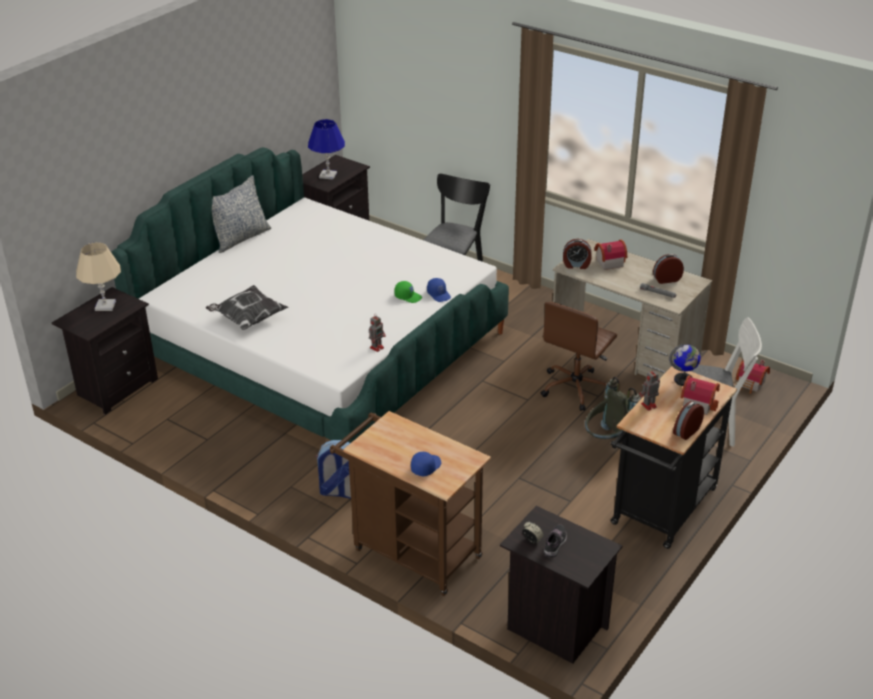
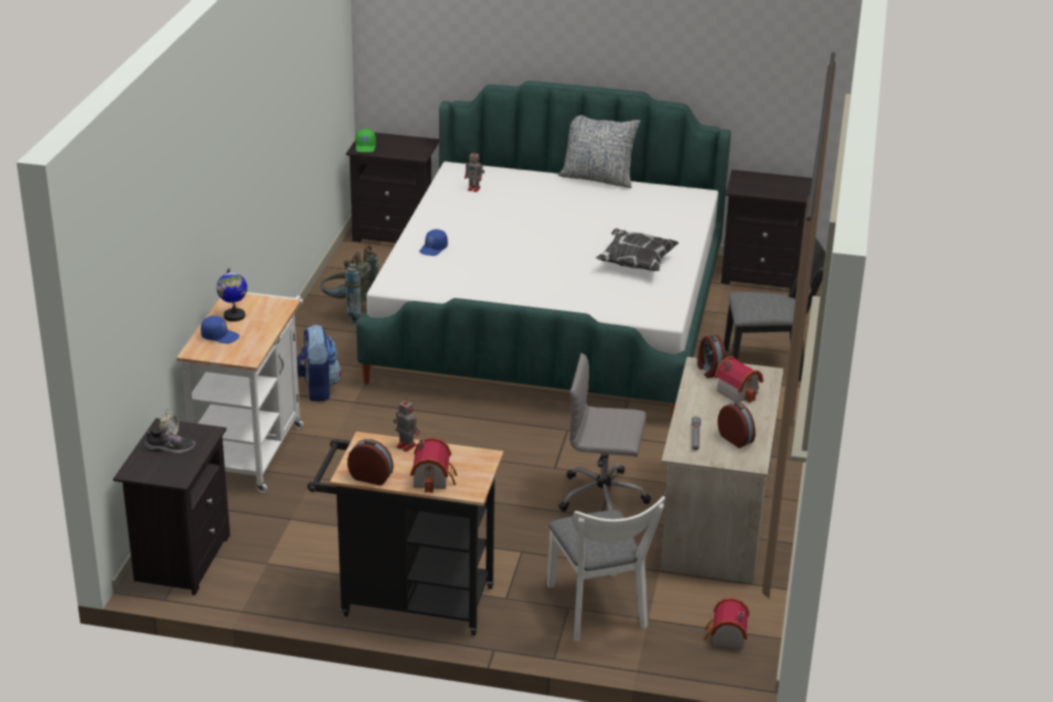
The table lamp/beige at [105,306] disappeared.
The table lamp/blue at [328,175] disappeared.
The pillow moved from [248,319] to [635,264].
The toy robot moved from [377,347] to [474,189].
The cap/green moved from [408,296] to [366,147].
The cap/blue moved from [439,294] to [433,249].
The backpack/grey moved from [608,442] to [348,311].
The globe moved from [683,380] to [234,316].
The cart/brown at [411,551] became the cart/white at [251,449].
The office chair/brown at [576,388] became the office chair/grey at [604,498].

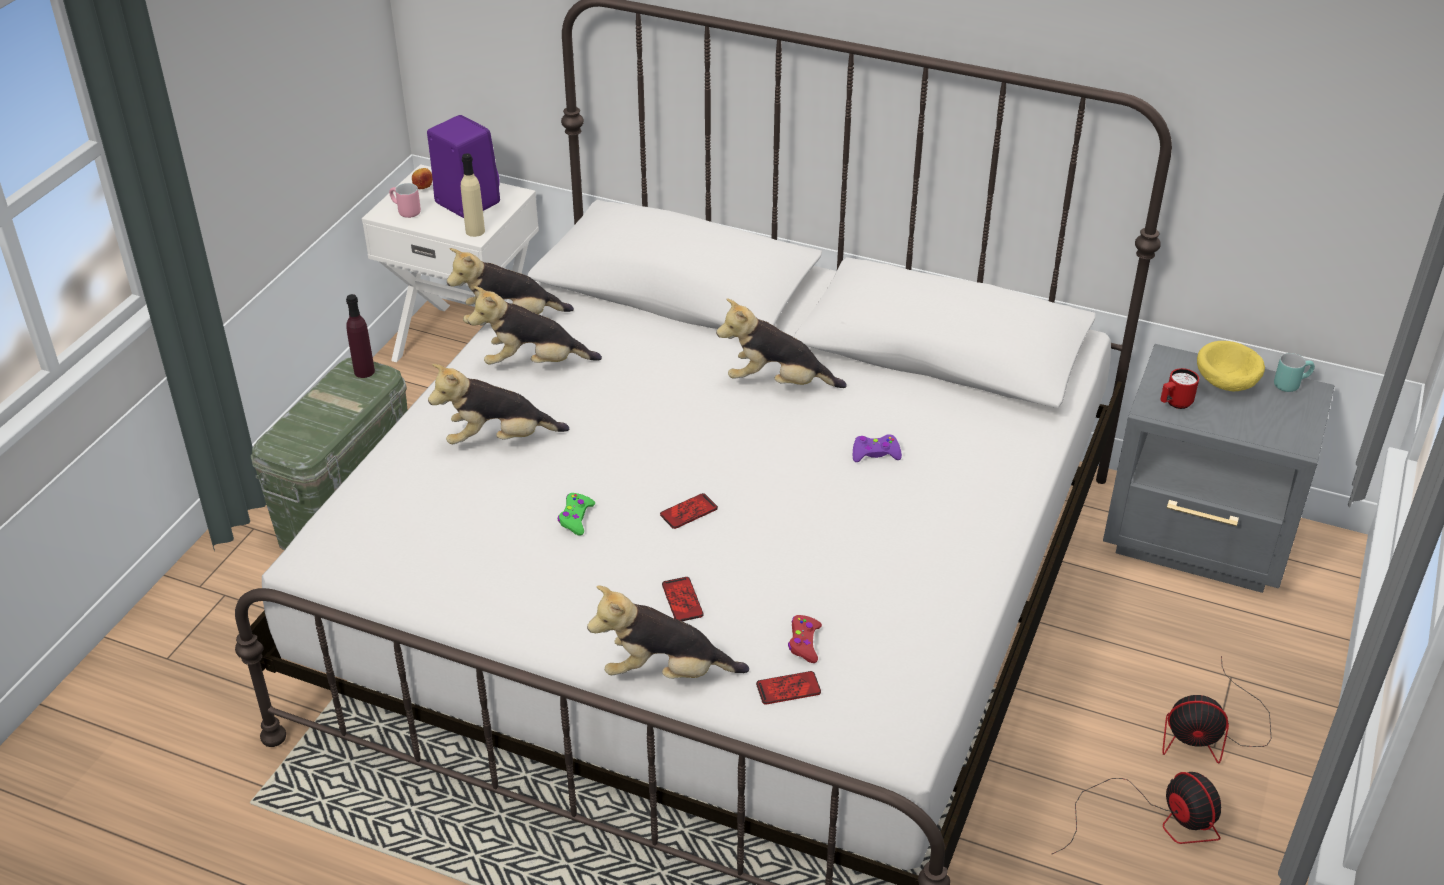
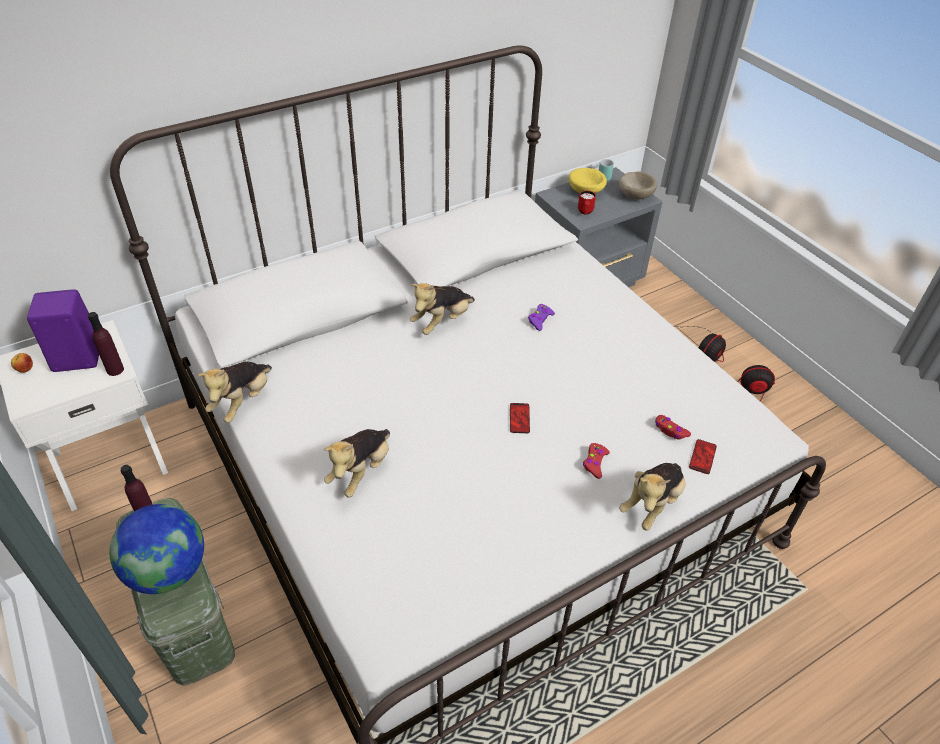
The mug/pink at [404,212] disappeared.
The plush toy at [534,364] disappeared.
The game controller/green at [576,518] disappeared.
The globe at [168,571] appeared.
The bowl/beige at [635,195] appeared.
The phone at [682,600] was replaced by the game controller/red at [595,463].
The bottle/beige at [475,231] became the bottle/purple at [115,370].

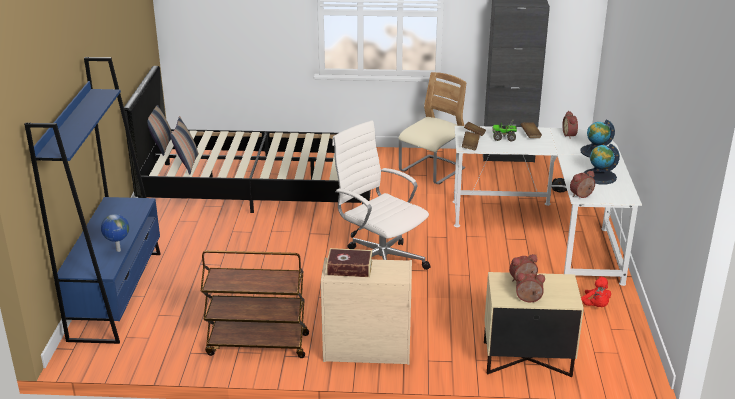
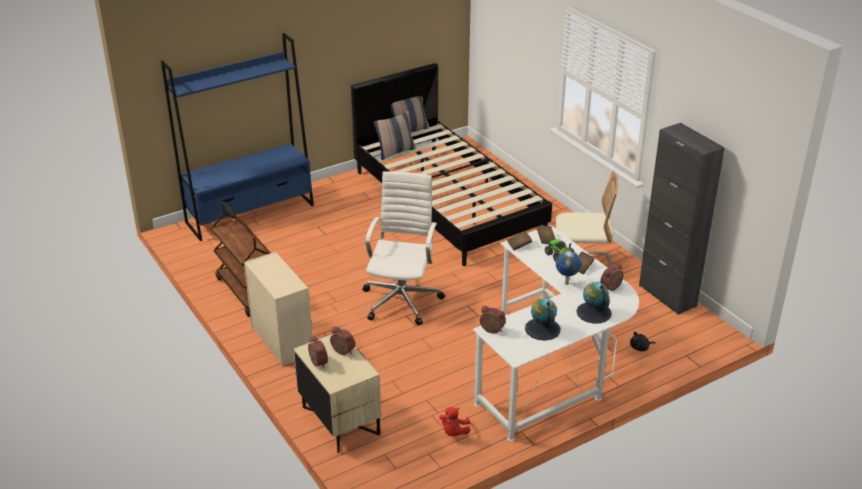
The book at [349,268] disappeared.
The globe moved from [118,250] to [566,283].

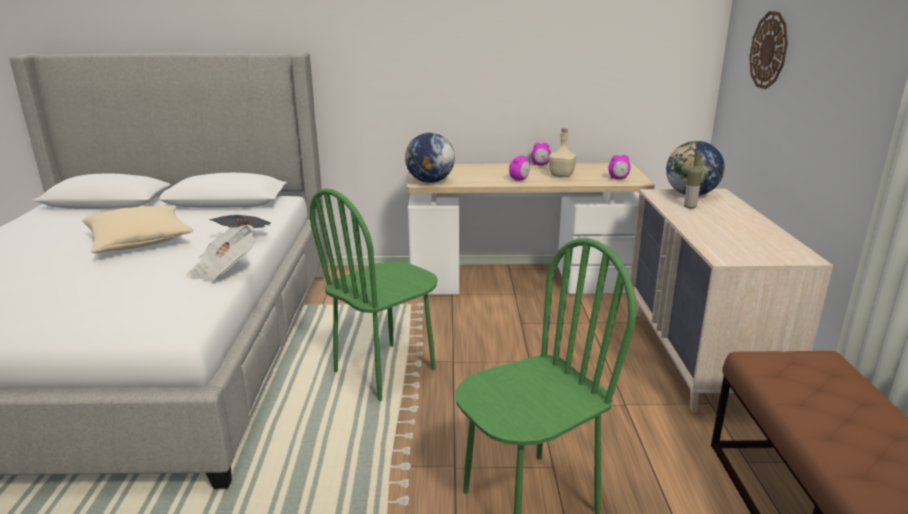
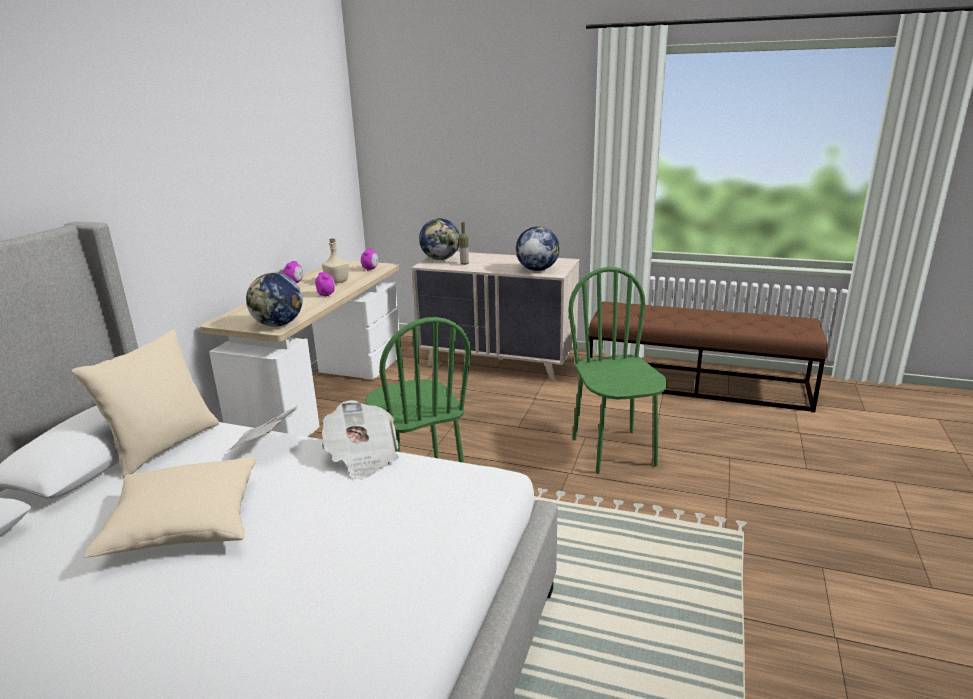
The wall clock at [769,50] disappeared.
The pillow/beige at [163,446] appeared.
The globe at [537,269] appeared.

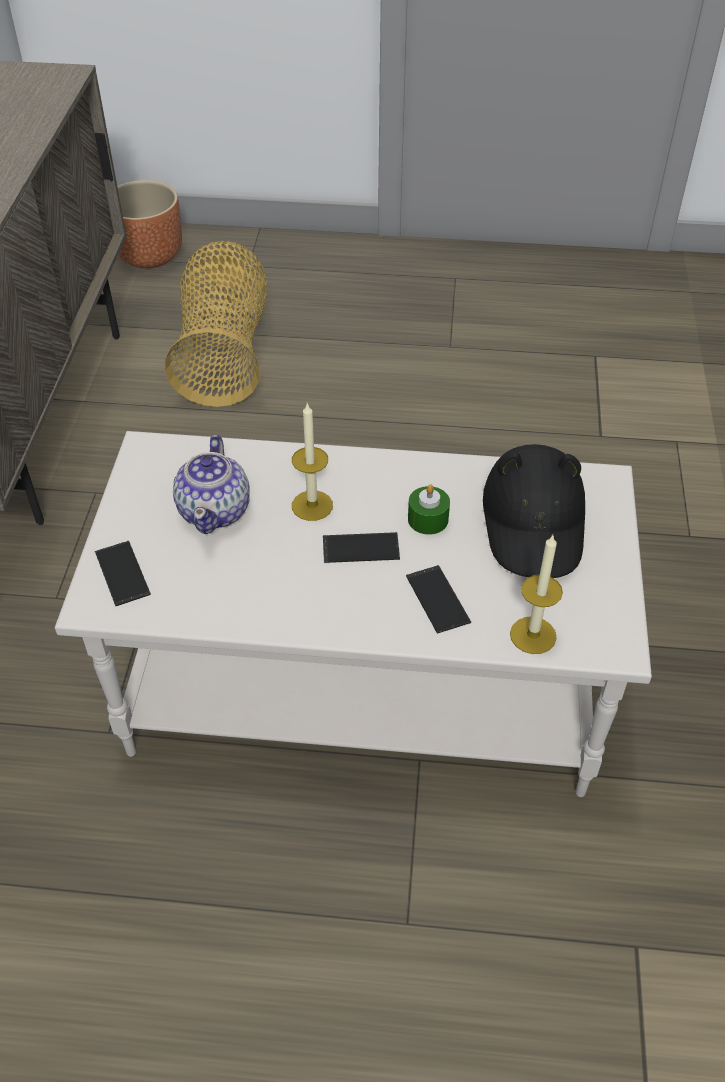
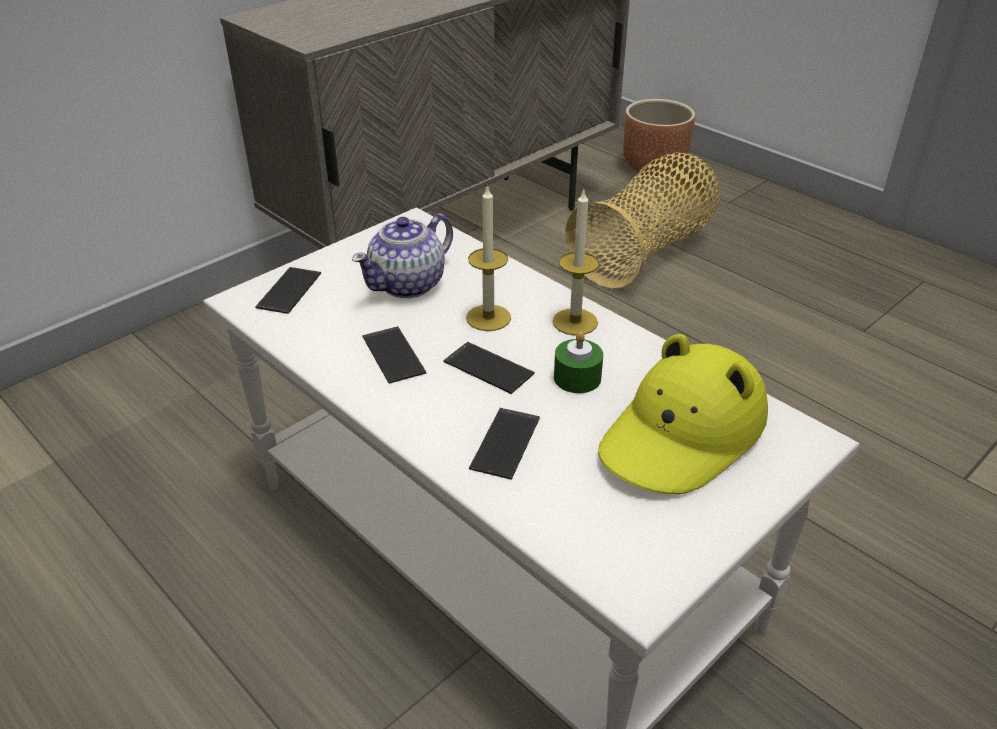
The phone at [393,355] appeared.
The candle moved from [533,635] to [575,322].
The hat/black at [535,522] became the hat/yellow at [683,434].

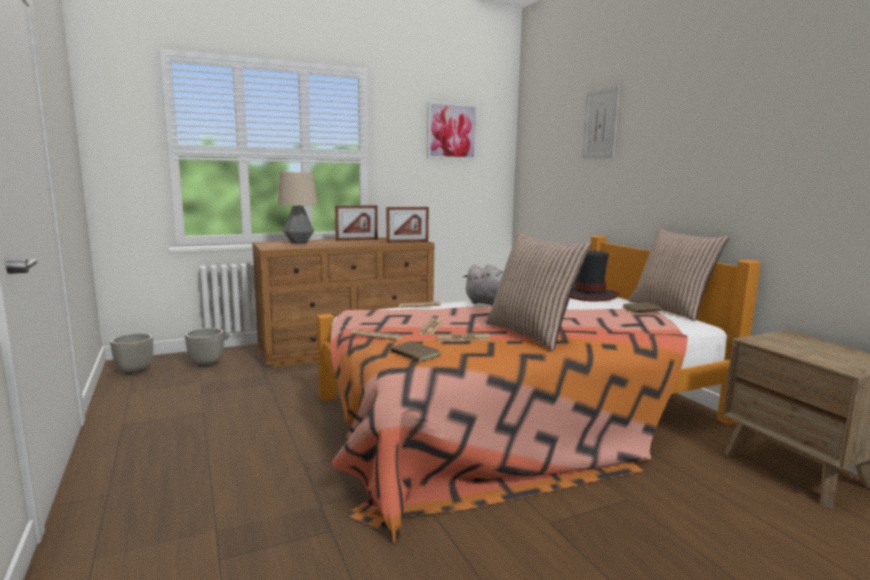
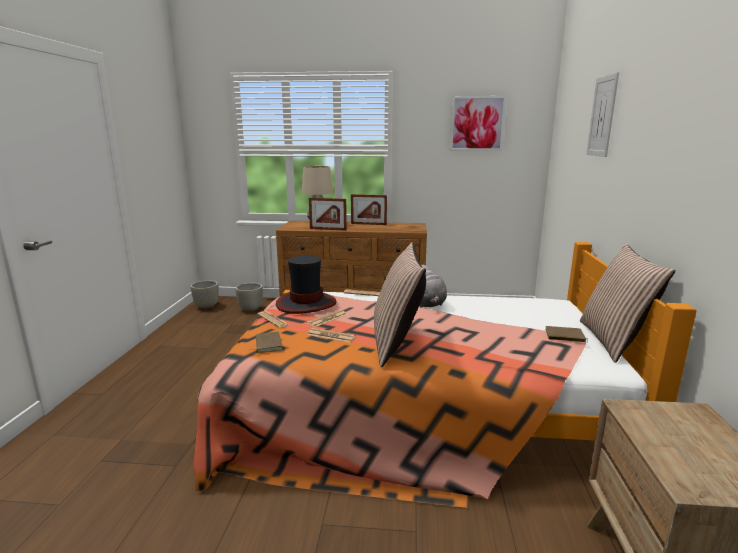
The picture frame moved from [407,242] to [328,229].
The hat moved from [589,295] to [306,303].

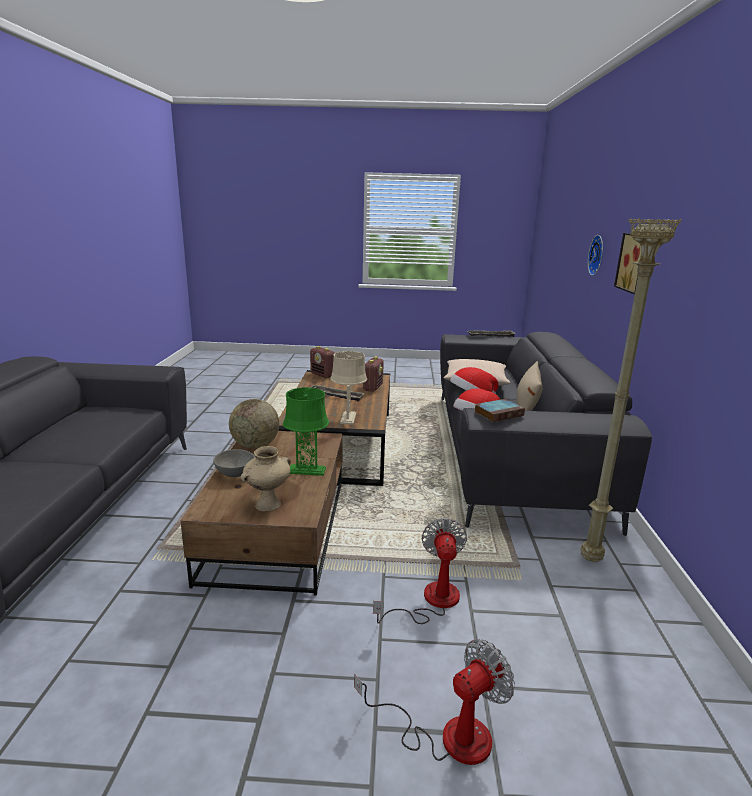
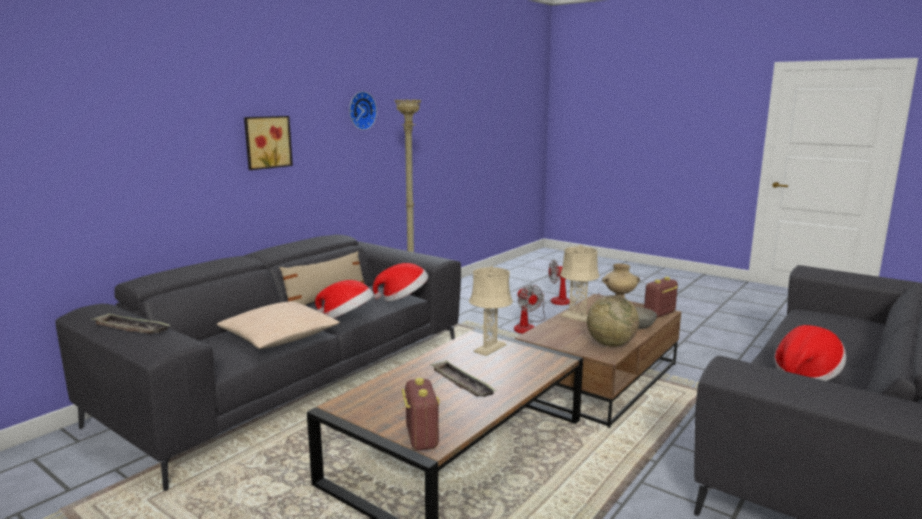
The book at [499,413] disappeared.
The hat at [805,374] appeared.
The radio moved from [372,387] to [659,314].
The wall clock moved from [598,255] to [361,110].
The table lamp/green at [307,470] became the table lamp/beige at [577,317].
The fan at [431,601] turned 60 degrees counterclockwise.

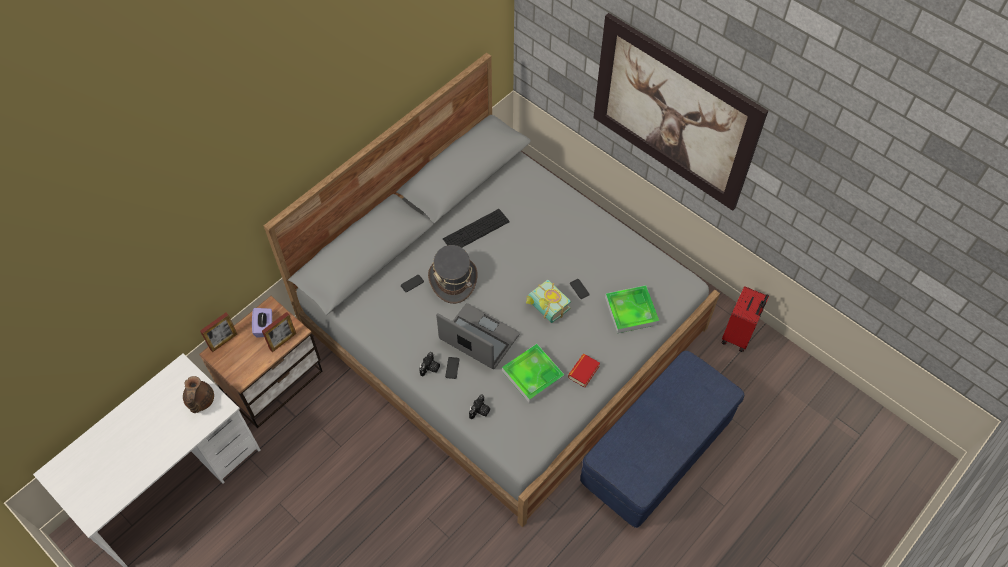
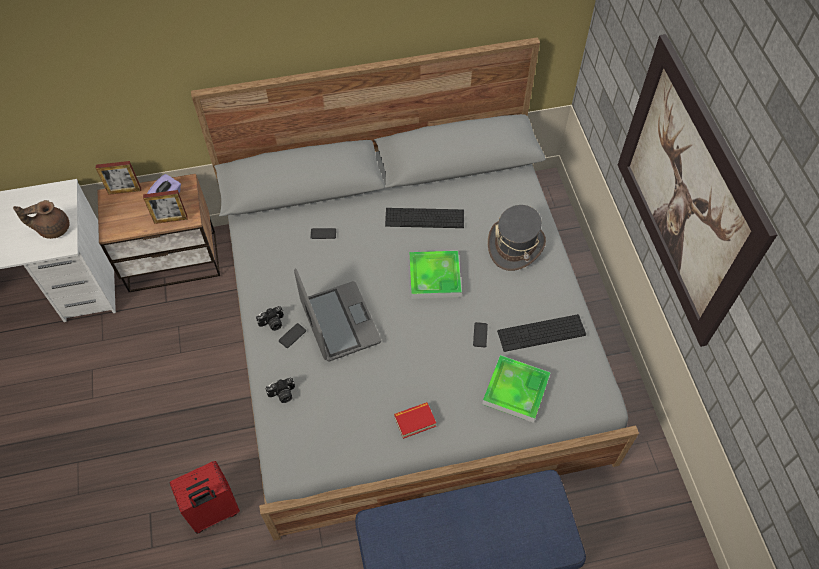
The book at [545,309] disappeared.
The keyboard at [541,333] appeared.
The hat/grey moved from [453,280] to [516,245].
The tray moved from [533,375] to [434,277].
The suitcase/red moved from [739,335] to [214,512].
The teapot/brown at [200,401] turned 45 degrees clockwise.

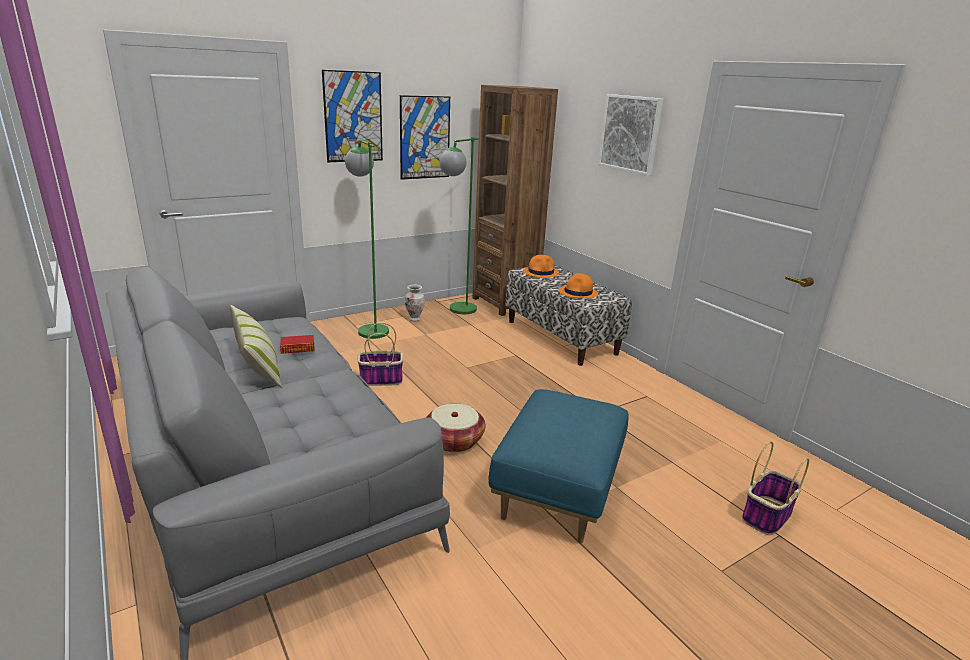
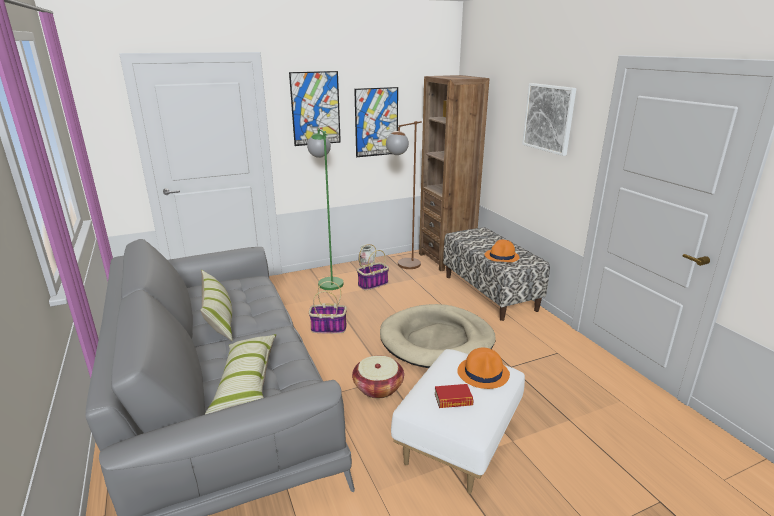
The pillow at [246,381] appeared.
The dog bed/beige at [437,340] appeared.
The book moved from [297,348] to [453,400].
The hat/orange moved from [541,272] to [483,373].
The basket moved from [766,515] to [373,284].
The floor lamp/green at [457,312] became the floor lamp/brown at [404,267].
The ottoman/blue at [558,493] became the ottoman/white at [459,443].

